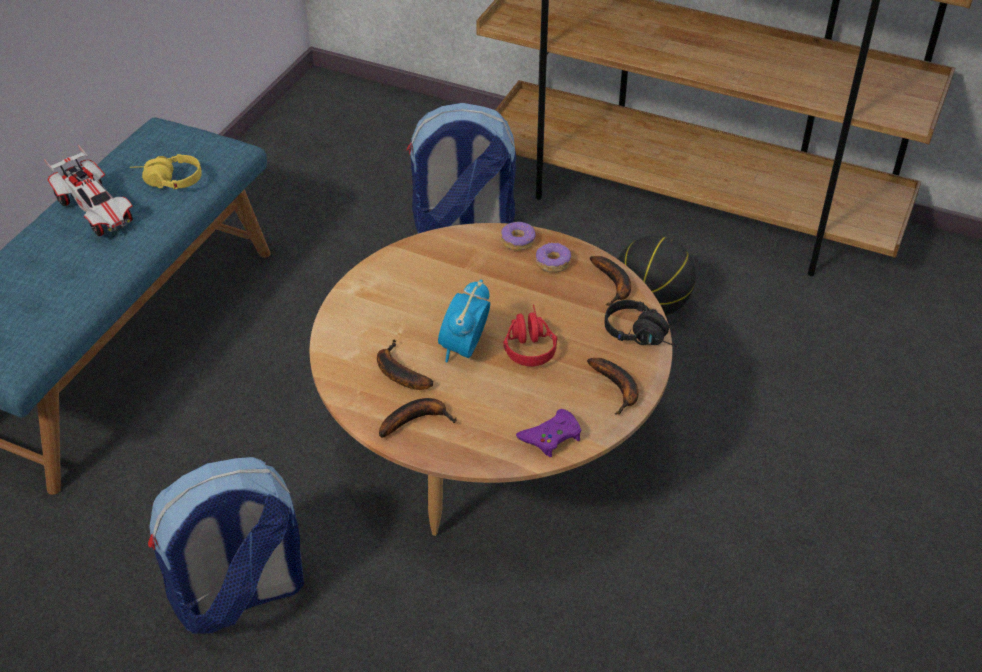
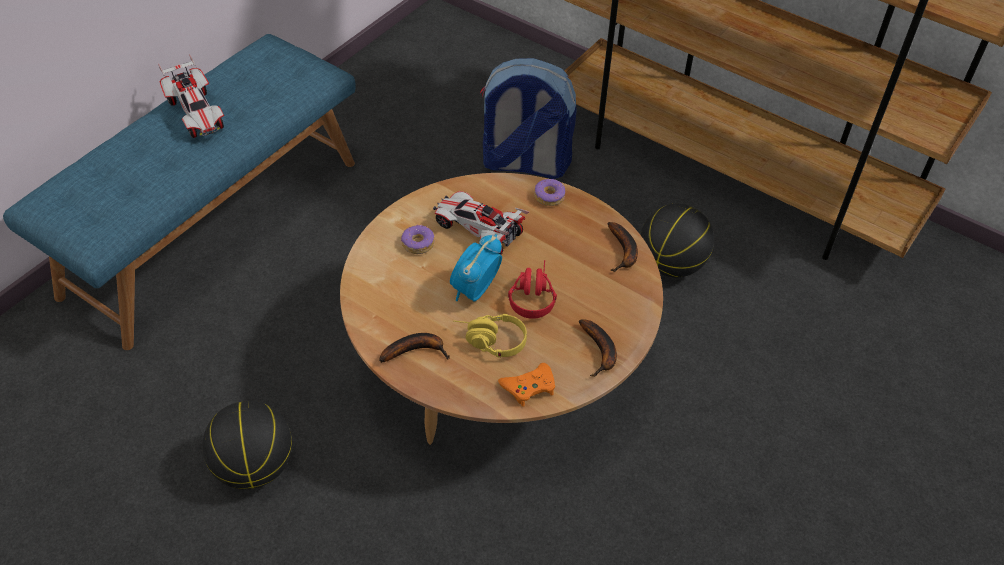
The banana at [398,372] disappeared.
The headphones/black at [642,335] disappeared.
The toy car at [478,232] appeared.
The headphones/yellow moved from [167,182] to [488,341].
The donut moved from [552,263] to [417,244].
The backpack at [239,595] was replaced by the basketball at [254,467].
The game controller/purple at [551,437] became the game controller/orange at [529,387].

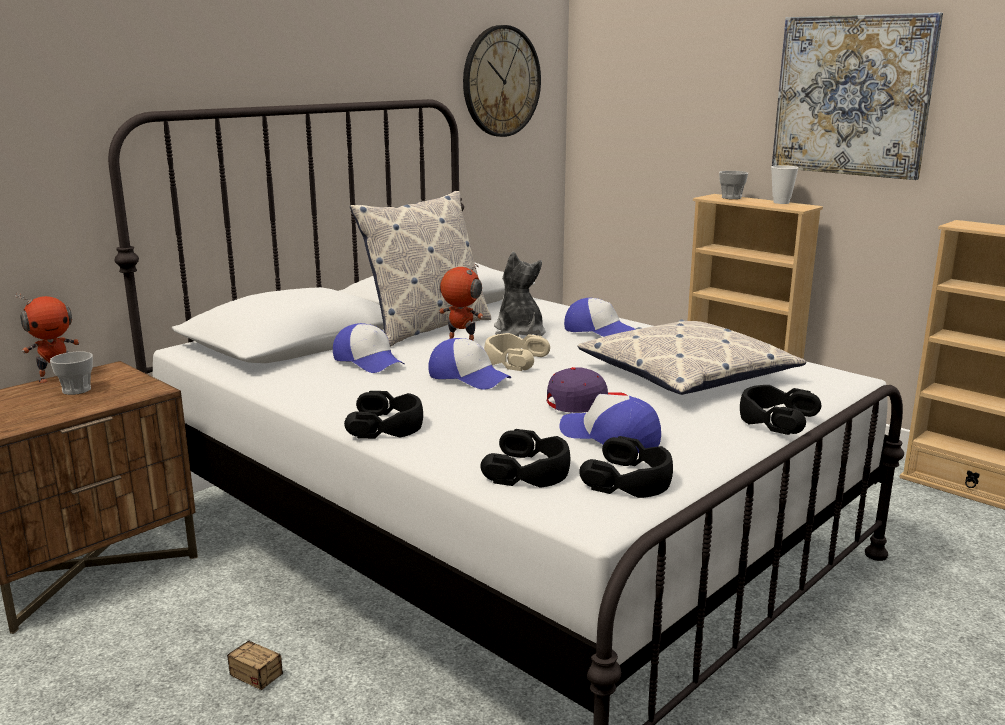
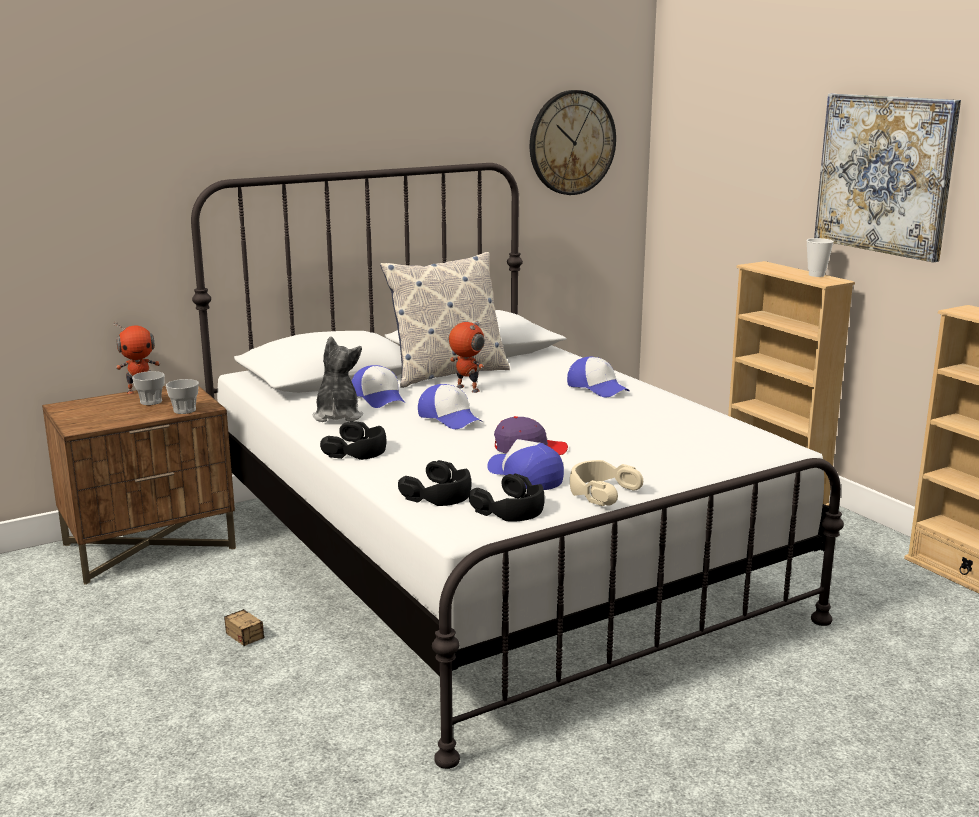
The pillow at [686,374] disappeared.
The headphones/black at [775,419] disappeared.
The headphones/beige moved from [513,360] to [601,491].
The plush toy moved from [519,333] to [337,416].
The cup moved from [731,197] to [184,410].

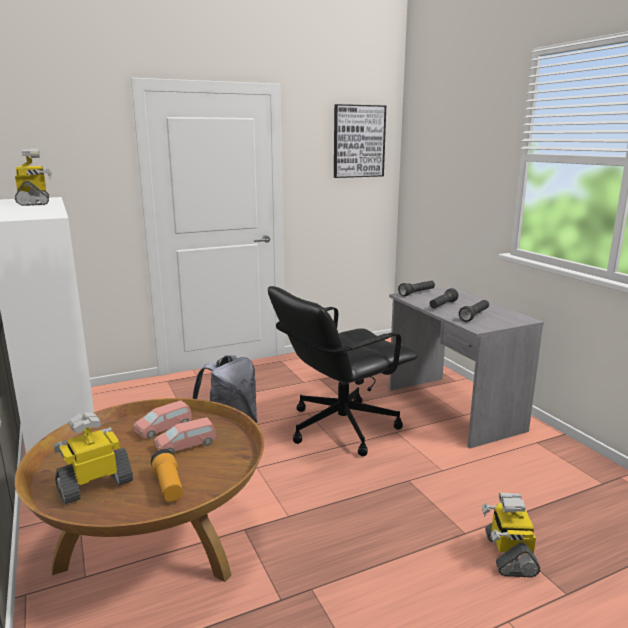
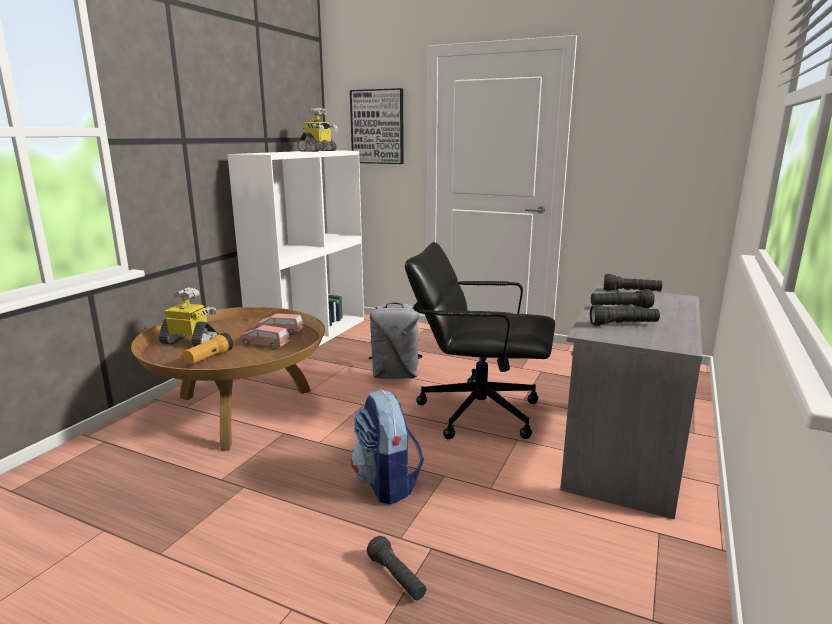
The backpack at [387,484] appeared.
The picture moved from [358,141] to [377,127].
The toy robot at [508,554] was replaced by the flashlight/black at [397,578].

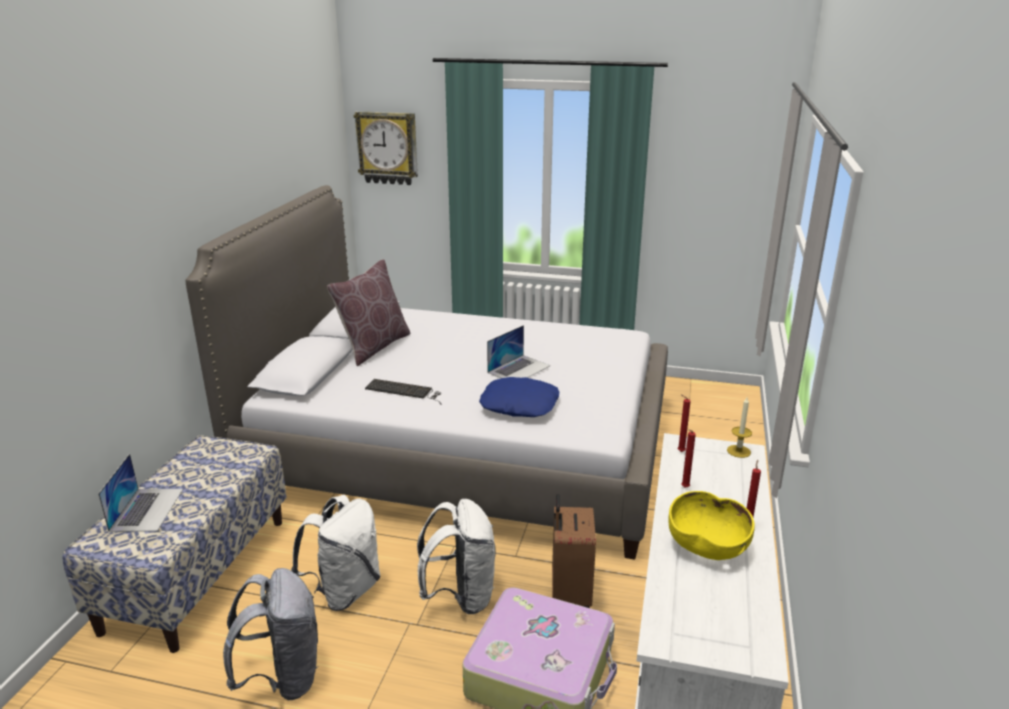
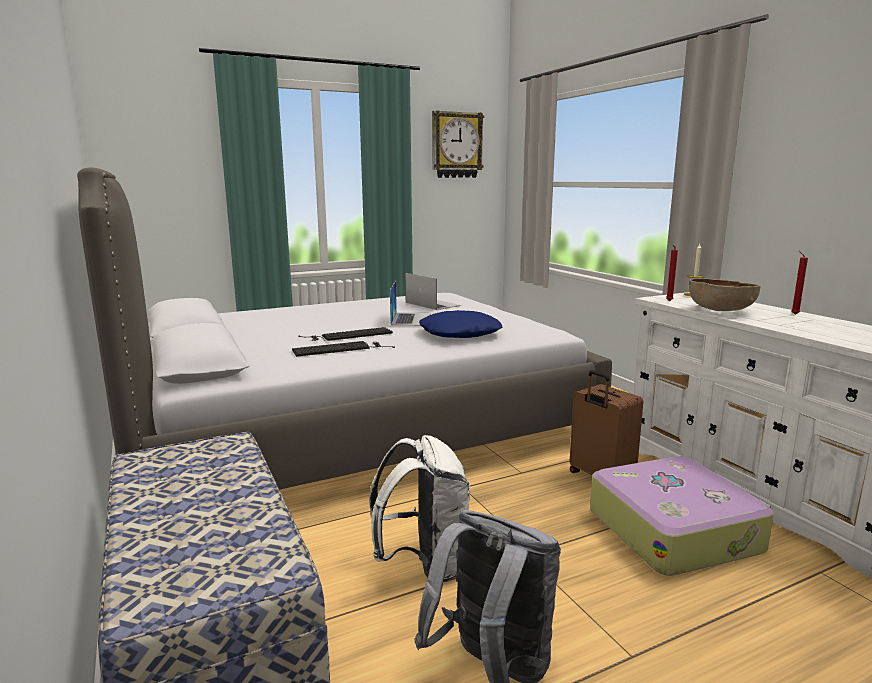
The pillow/brown at [373,347] disappeared.
The backpack/white at [460,596] disappeared.
The bowl/yellow at [707,546] disappeared.
The keyboard at [348,335] appeared.
The laptop moved from [147,509] to [432,304].
The wall clock moved from [387,148] to [456,145].
The candle/red at [684,488] was replaced by the bowl/brown at [719,311].

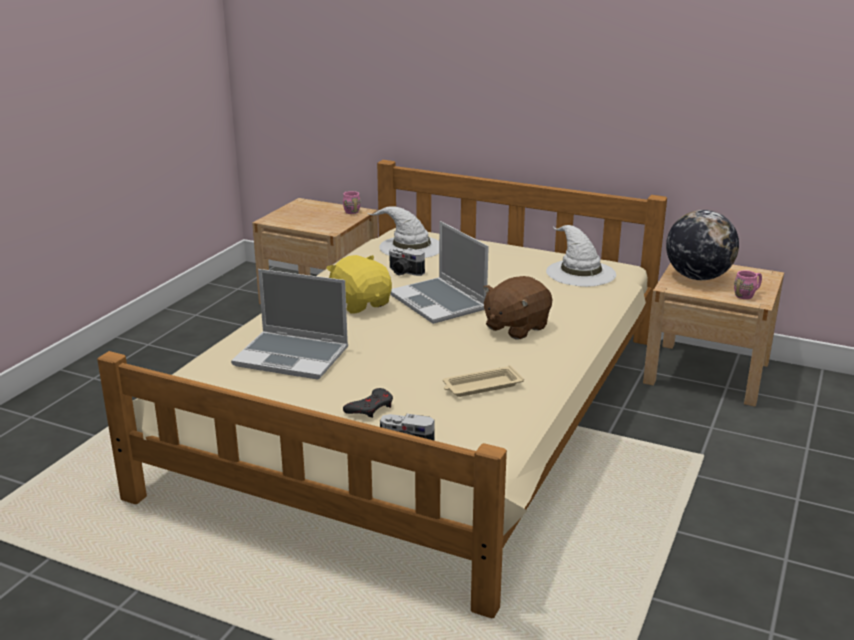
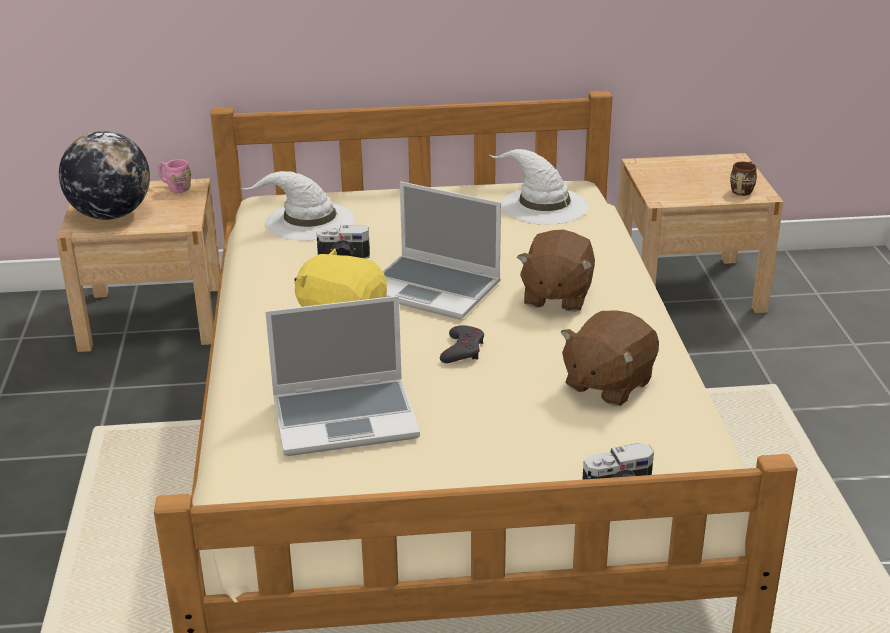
The game controller/grey moved from [370,408] to [463,350].
The globe moved from [697,277] to [111,215].
The tray/beige at [481,386] was replaced by the plush toy/brown at [607,384].
The mug/pink at [747,295] became the mug/brown at [743,189].

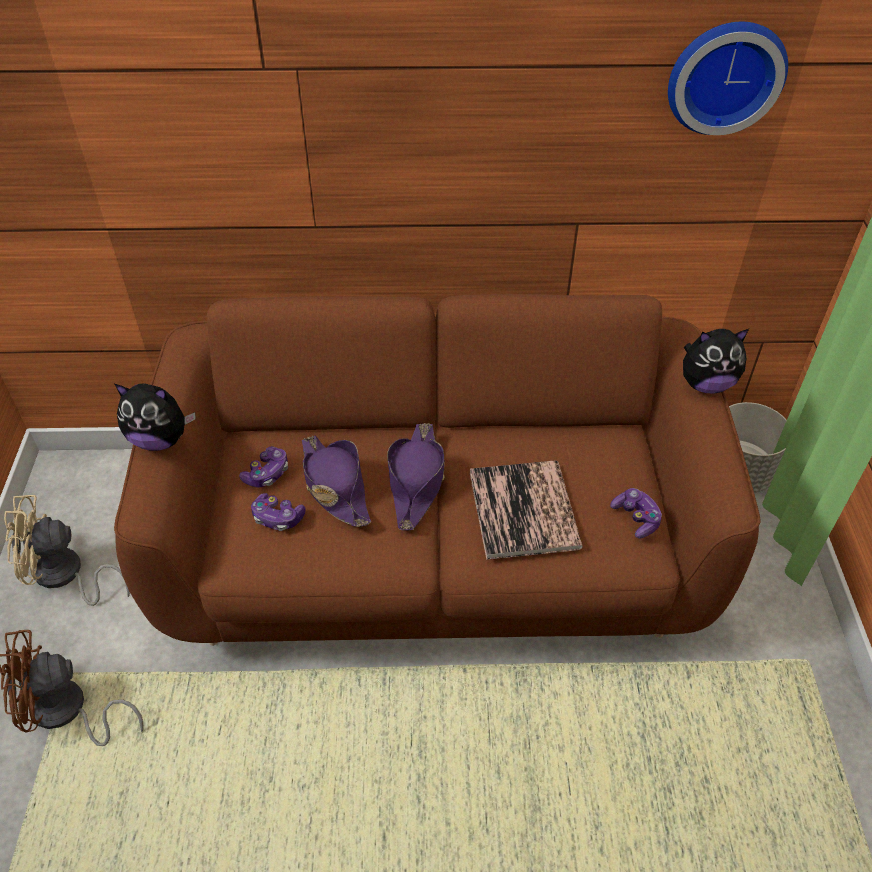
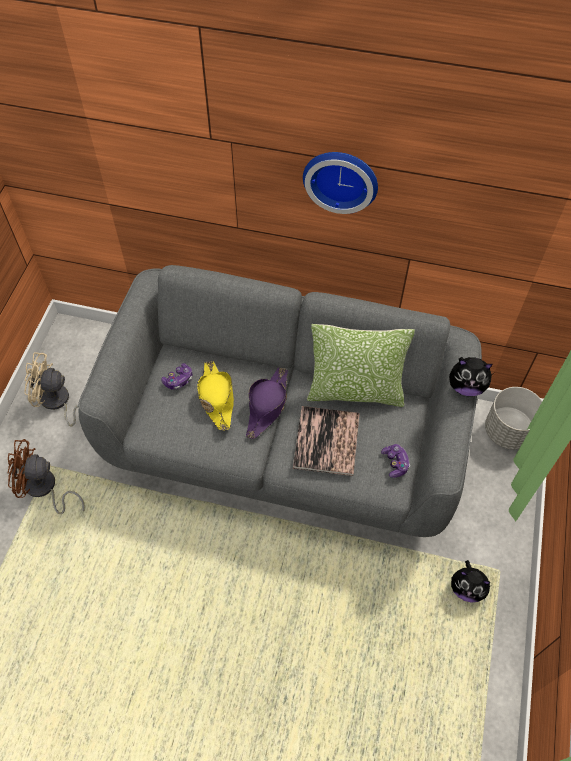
The game controller at [278,518] disappeared.
The pillow at [355,391] appeared.
The plush toy moved from [160,439] to [467,588].
The wall clock moved from [724,75] to [341,178].
The sofa/brown at [436,554] became the sofa/grey at [285,442].
The hat/purple at [334,486] became the hat/yellow at [216,398].

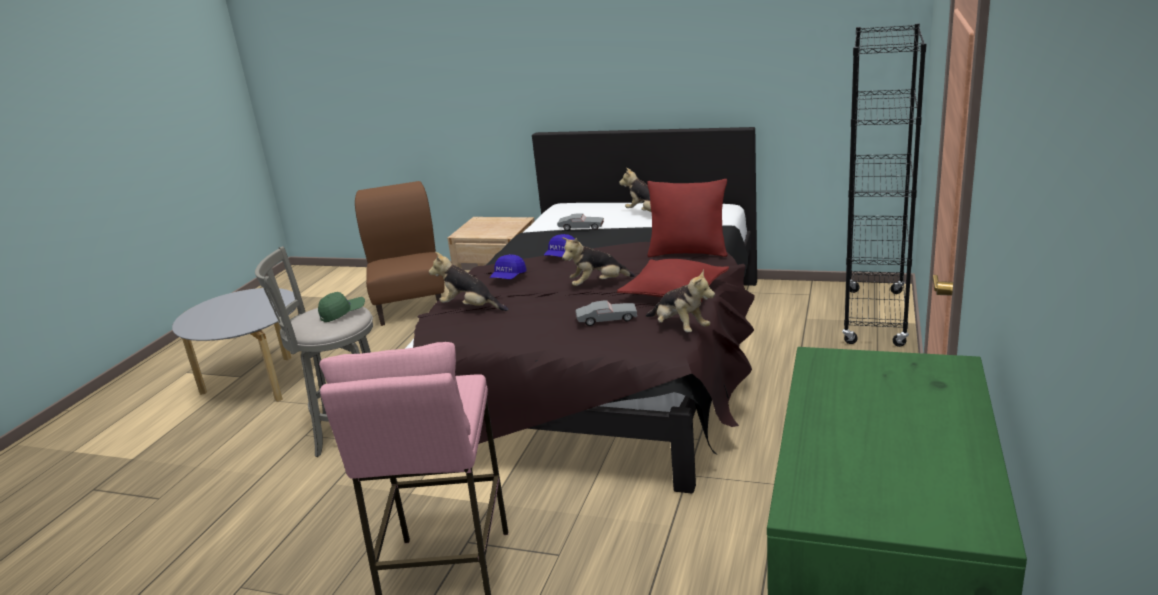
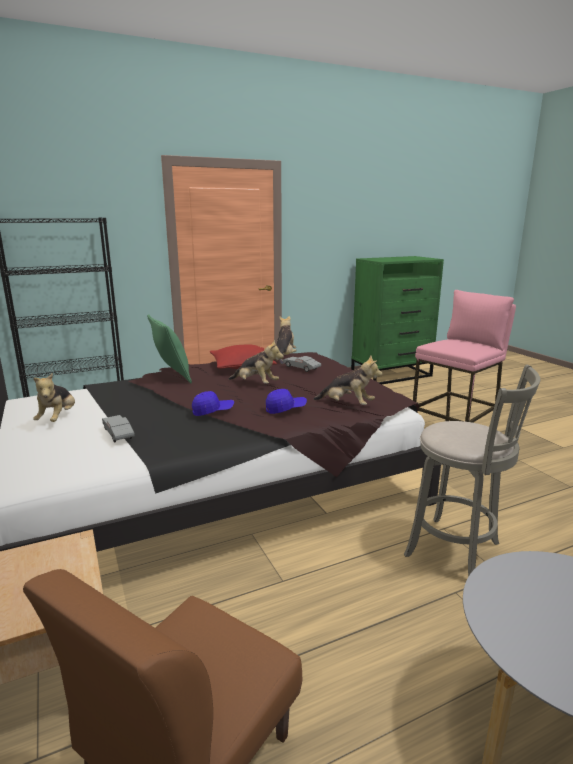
The cap/green at [342,314] disappeared.
The pillow/red at [688,253] became the pillow/green at [172,375].
The plush toy at [470,308] turned 45 degrees counterclockwise.

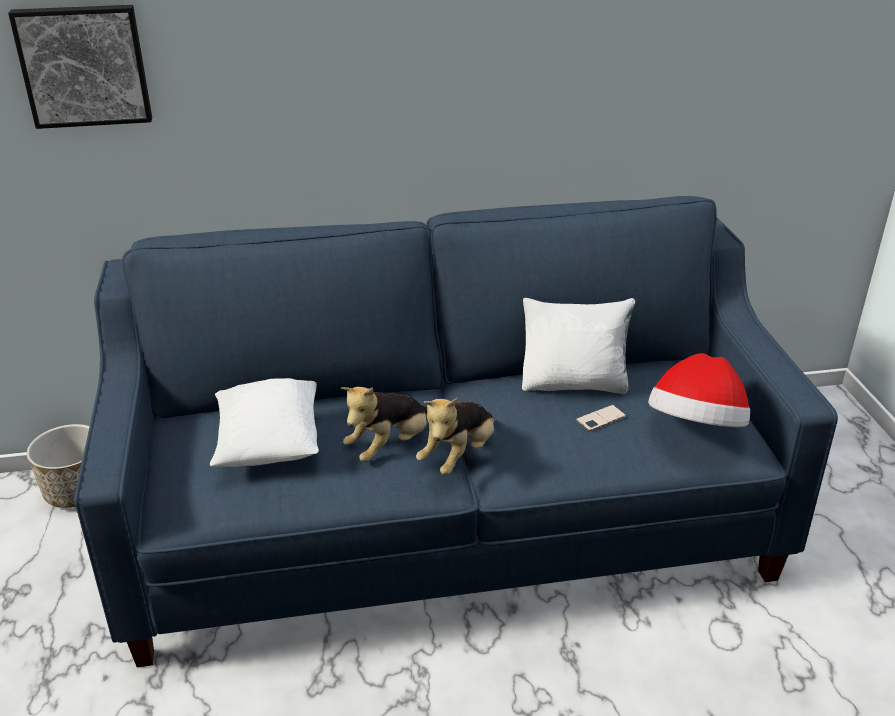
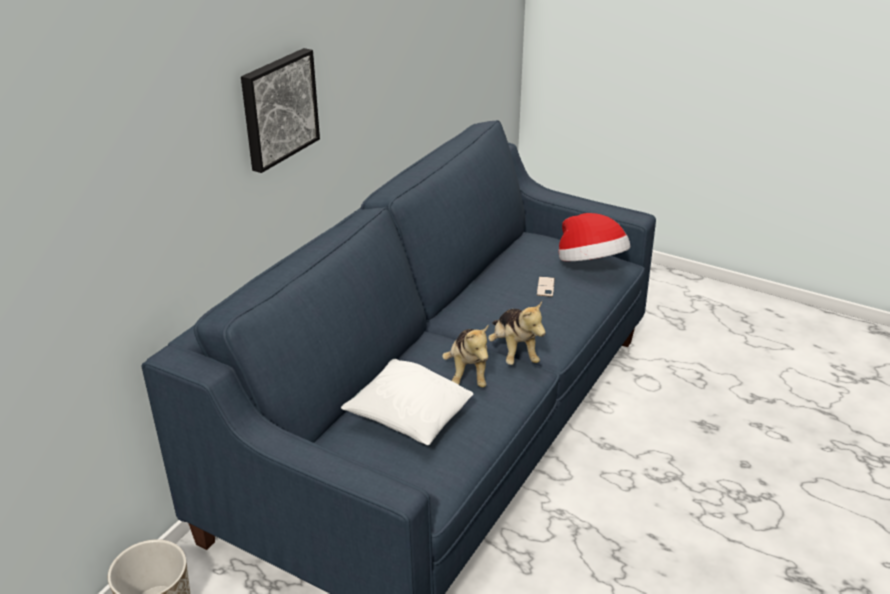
The pillow/white at [574,384] disappeared.
The picture moved from [84,65] to [278,108].

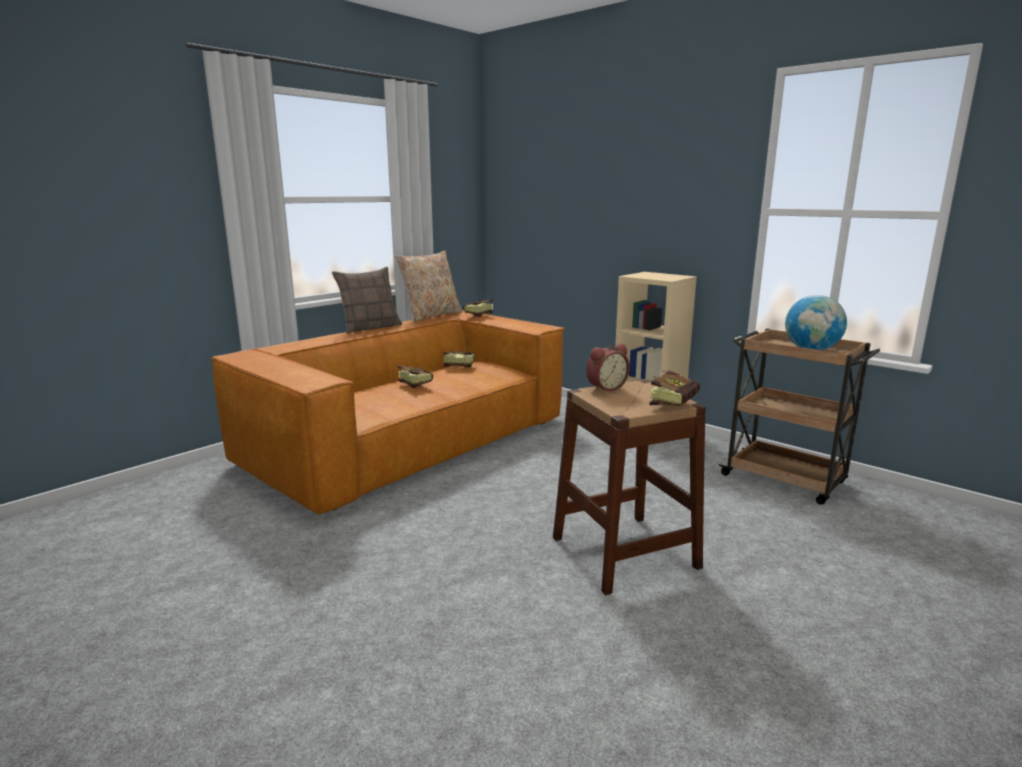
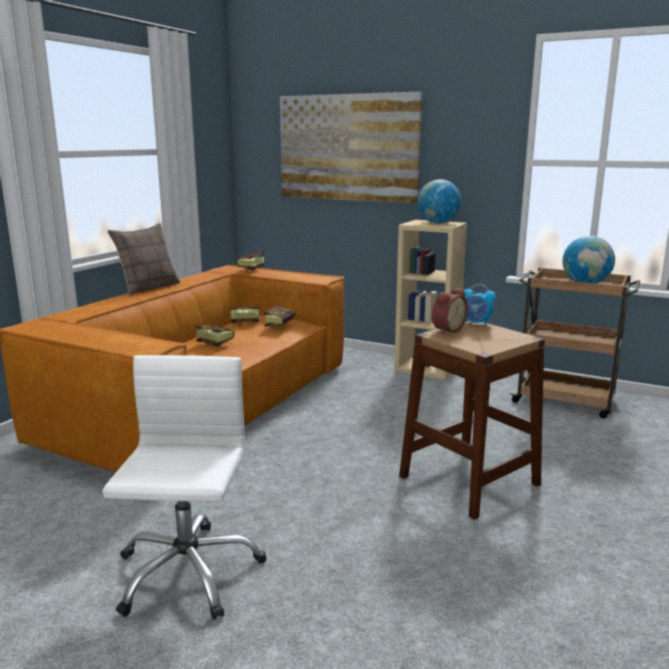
The pillow/beige at [431,315] disappeared.
The office chair/white at [187,572] appeared.
The picture at [348,148] appeared.
The globe at [438,223] appeared.
The alarm clock at [476,324] appeared.
The book moved from [675,404] to [281,325].

